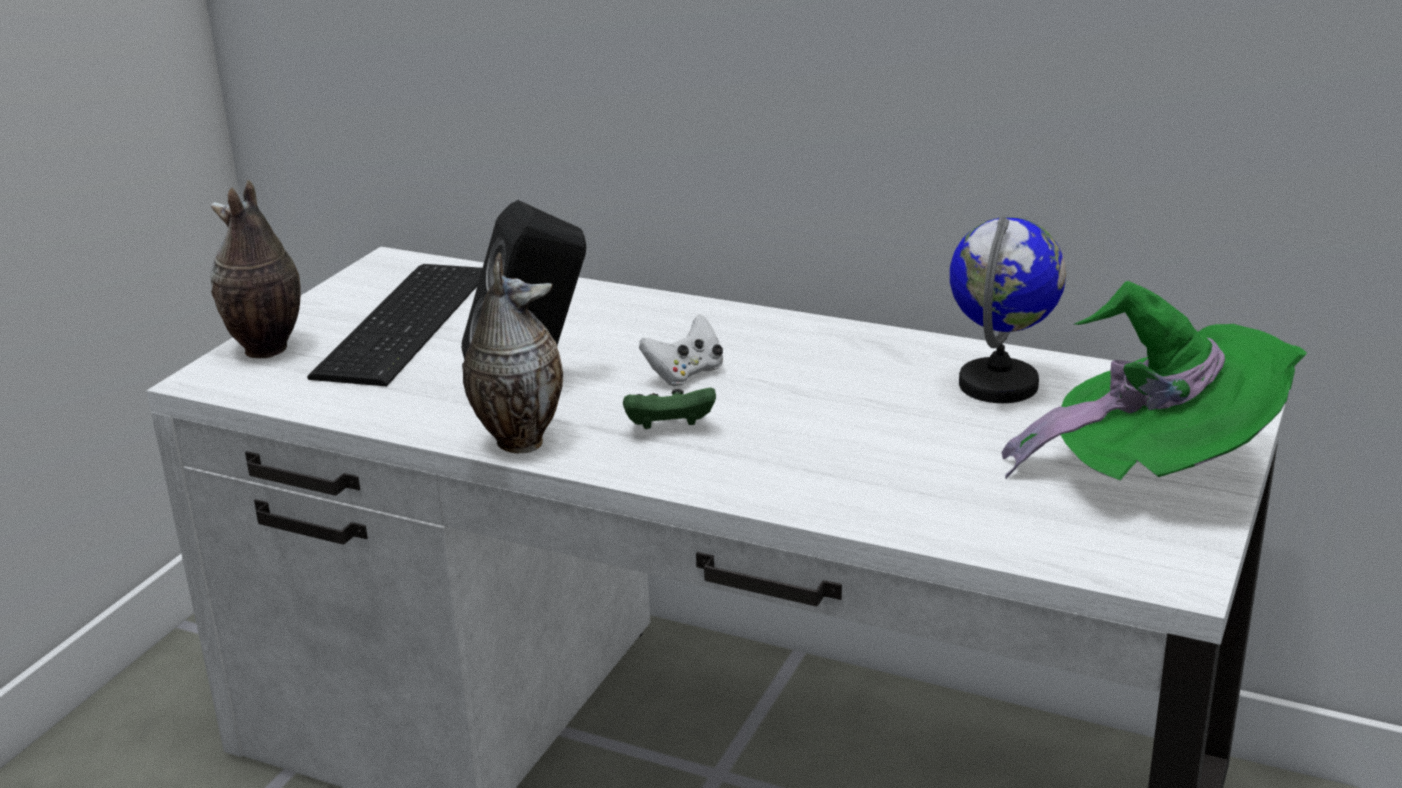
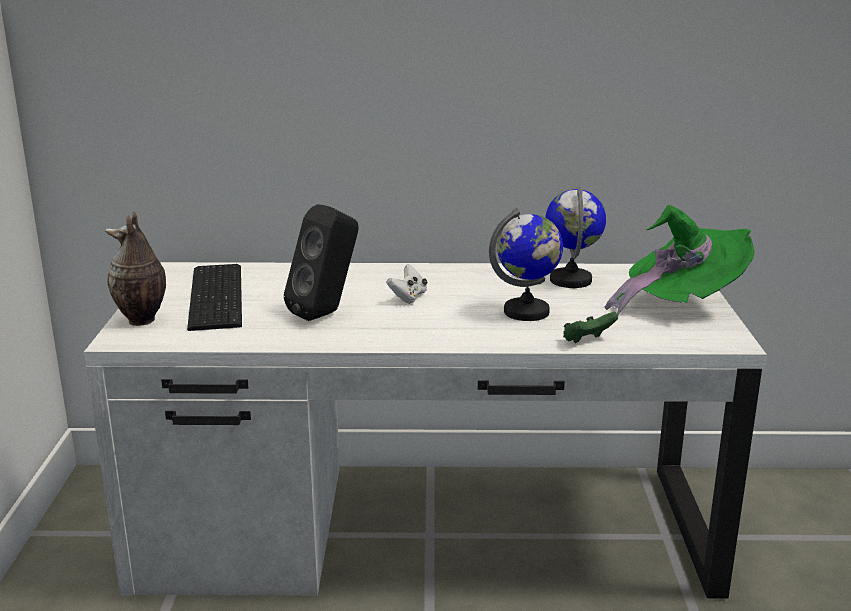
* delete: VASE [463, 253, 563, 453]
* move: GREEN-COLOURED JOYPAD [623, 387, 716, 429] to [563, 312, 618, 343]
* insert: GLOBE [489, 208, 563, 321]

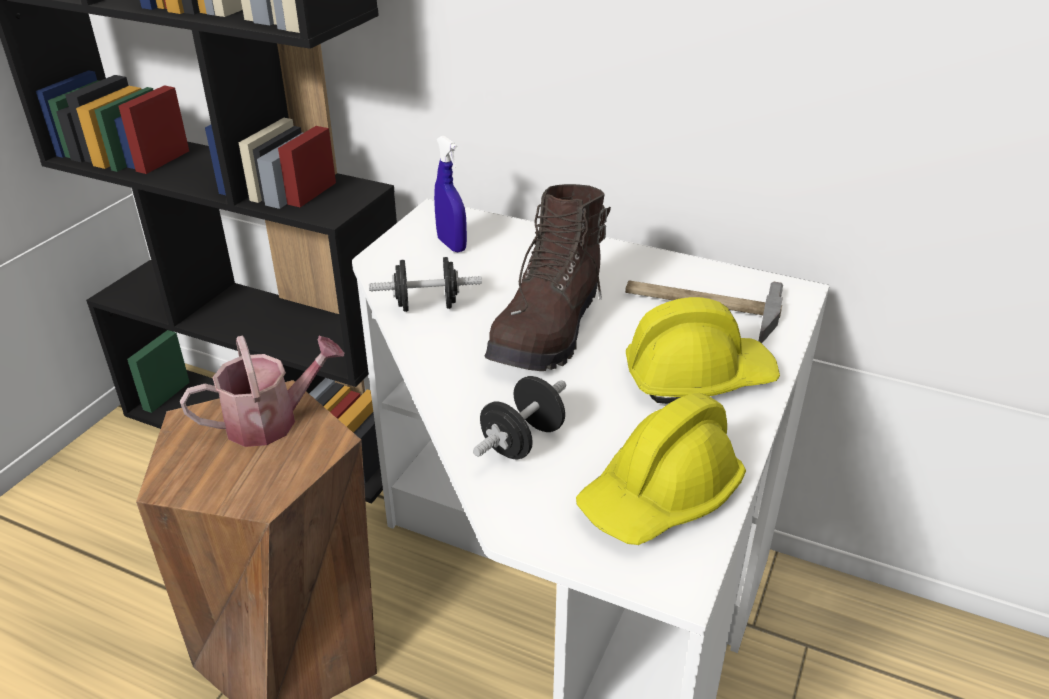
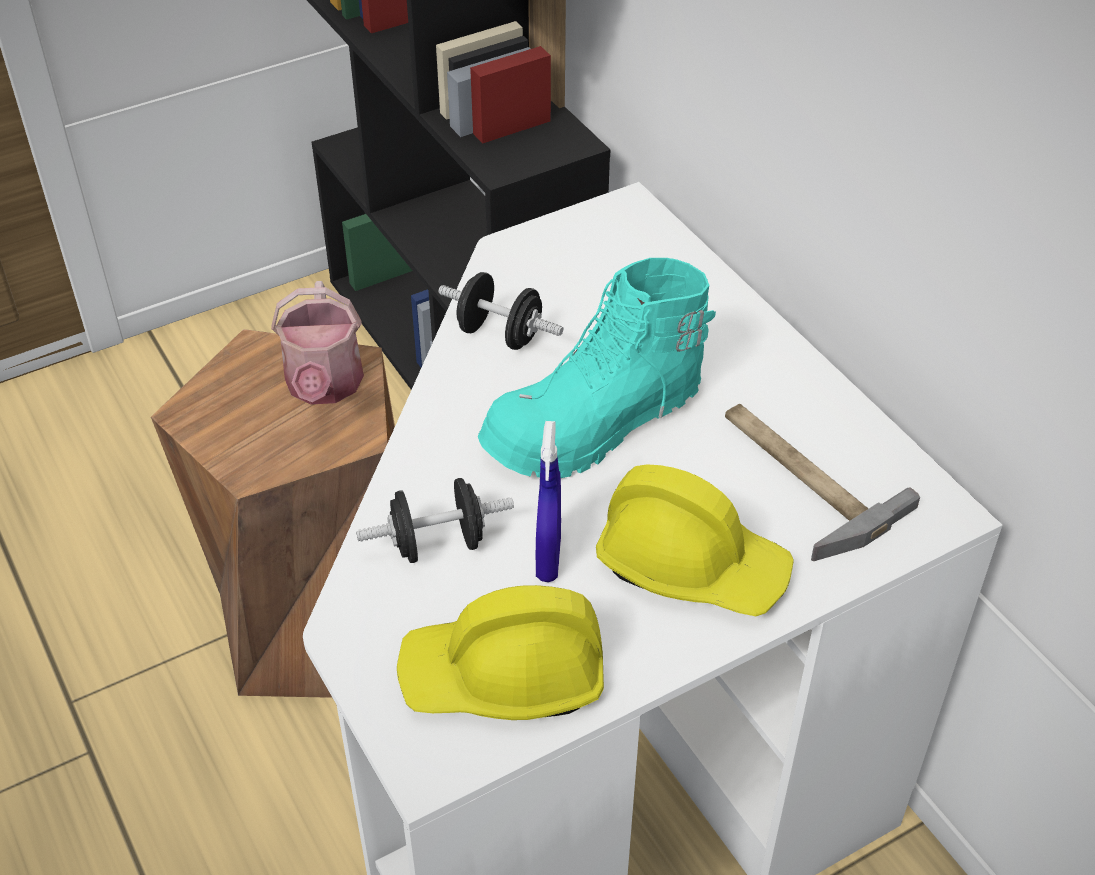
* rotate: WATERING POT [180, 335, 344, 447] = [271, 281, 364, 404] 75 degrees clockwise
* move: BLUE SPRAY BOTTLE [434, 136, 467, 252] to [536, 421, 561, 582]
* recolor: BROWN-COLOURED HIGH-TOP BOOT [485, 184, 611, 371] to BLUE-GREEN HIGH-TOP BOOT [478, 258, 716, 478]

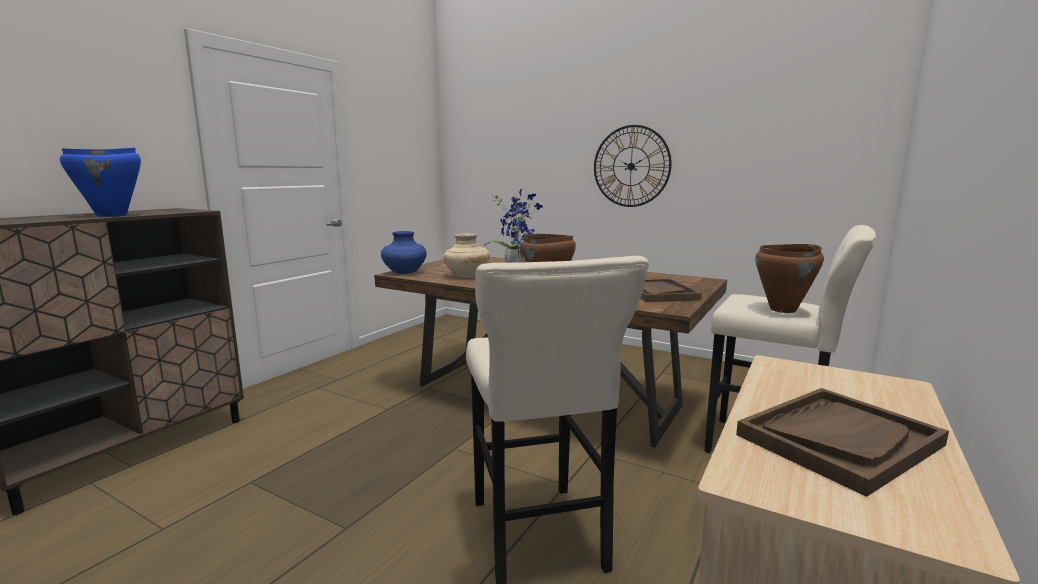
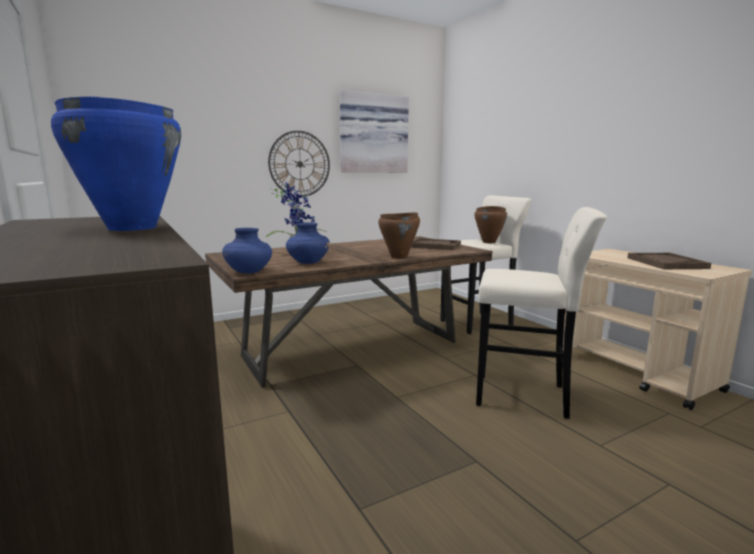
* recolor: BEIGE VASE [443, 233, 490, 278] to BLUE VASE [286, 223, 330, 264]
* insert: PICTURE [340, 90, 409, 172]

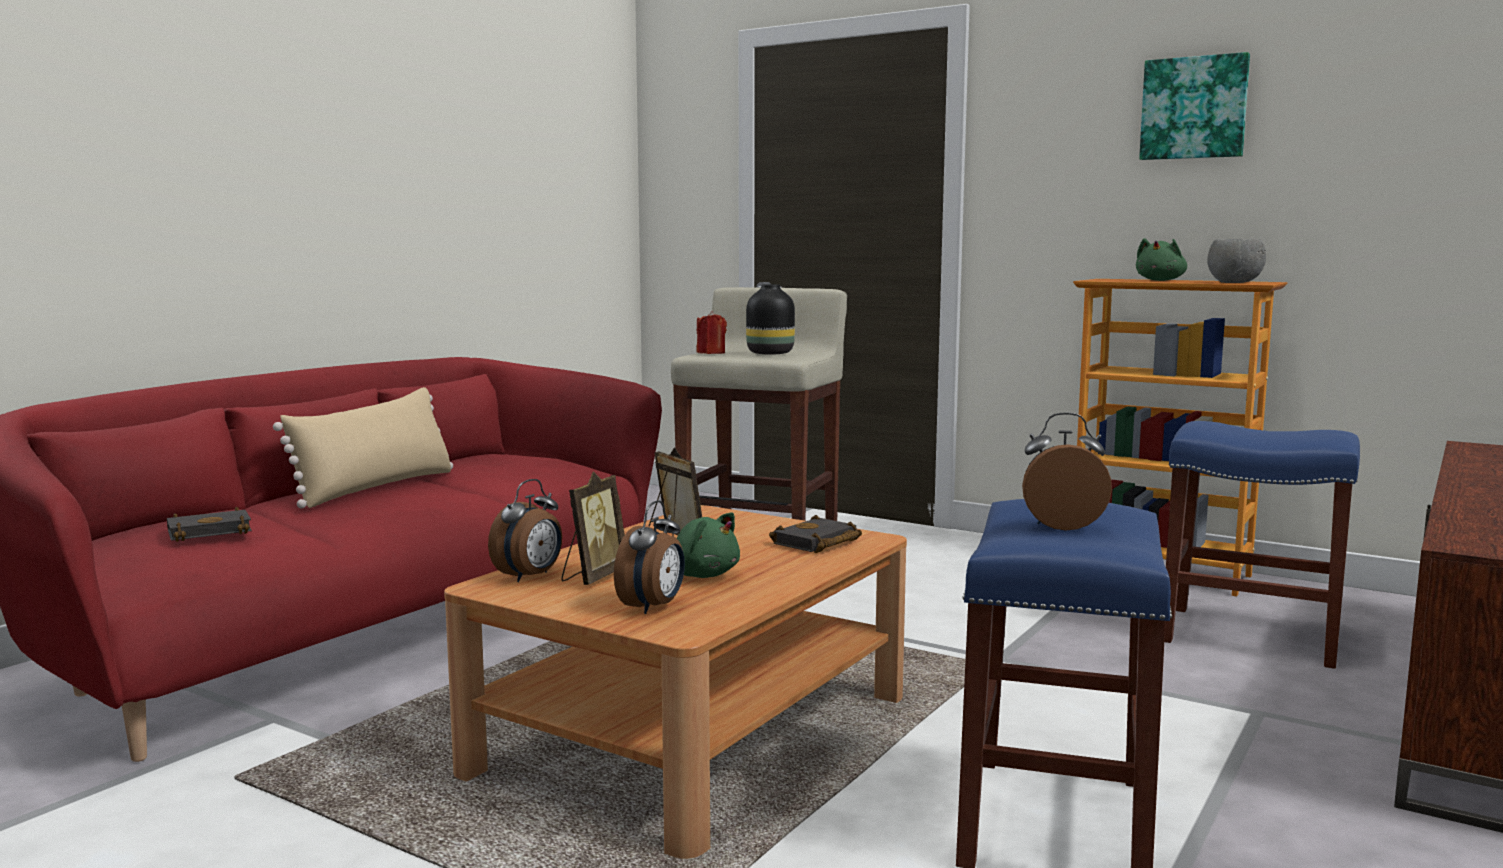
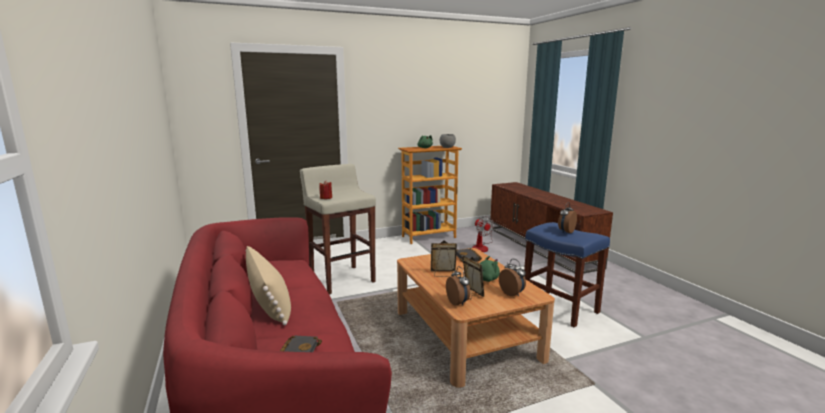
* delete: BLACKISH VASE [746, 284, 795, 355]
* delete: PICTURE [1139, 52, 1250, 160]
* replace: BLUE STOOL SEAT [1164, 421, 1360, 669] to COOLING FAN [472, 216, 494, 252]

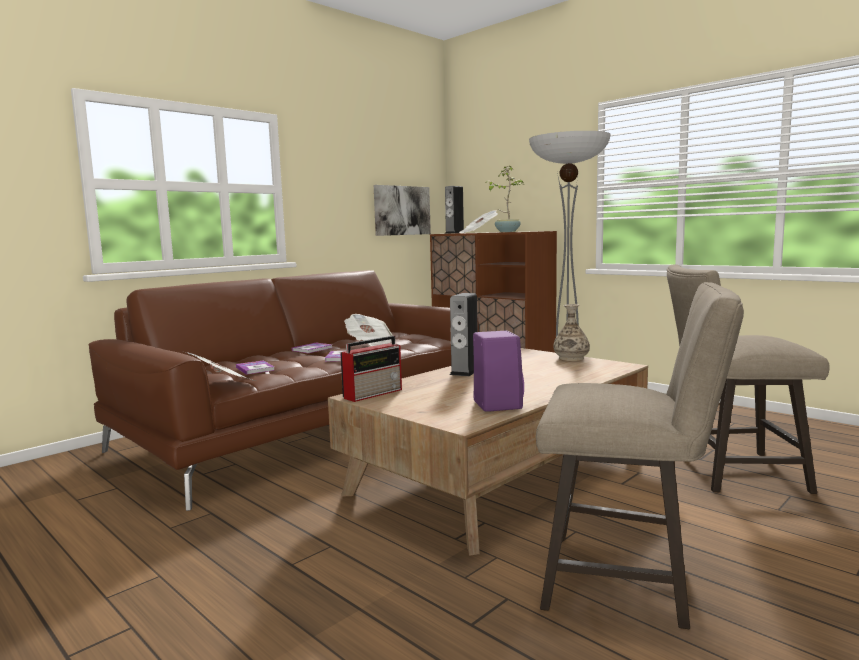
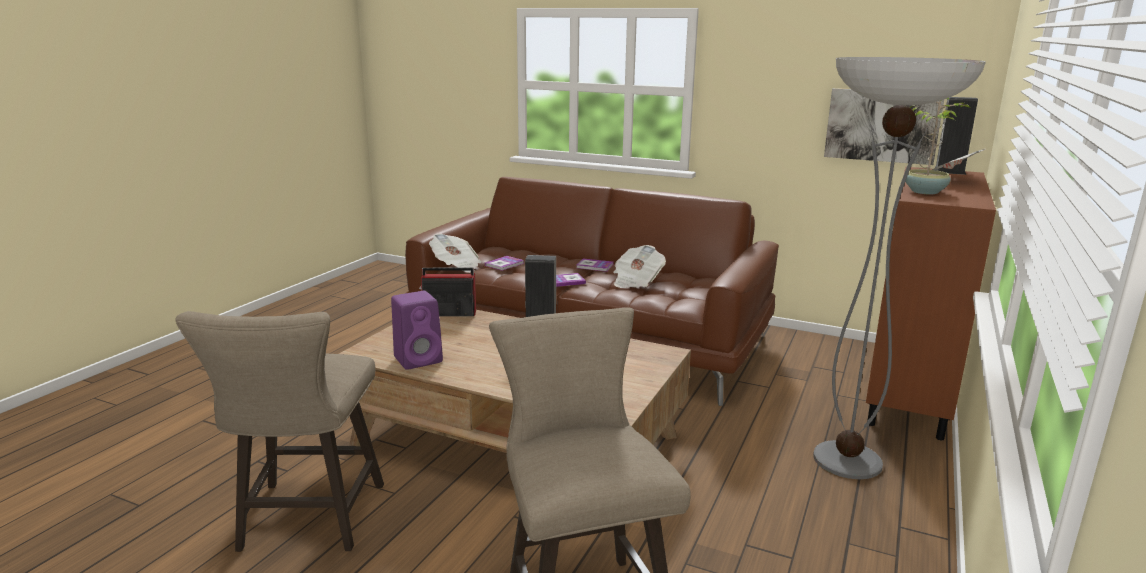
* rotate: RADIO SET [340, 336, 402, 402] = [419, 268, 476, 317] 150 degrees clockwise
* delete: VASE [553, 304, 590, 361]

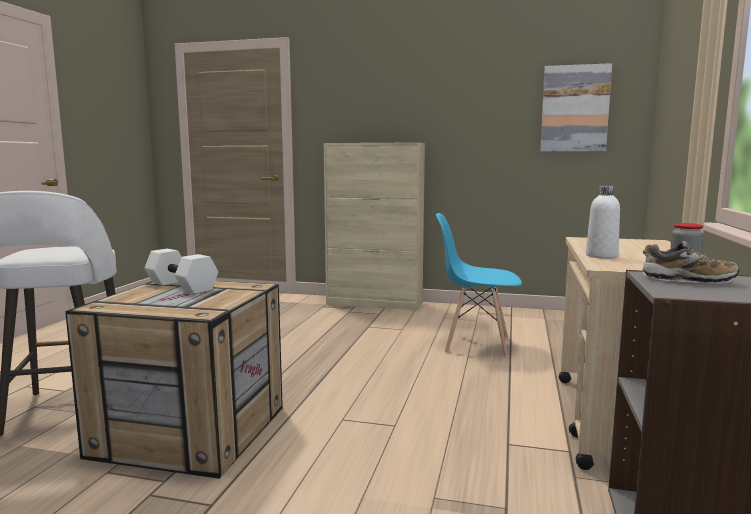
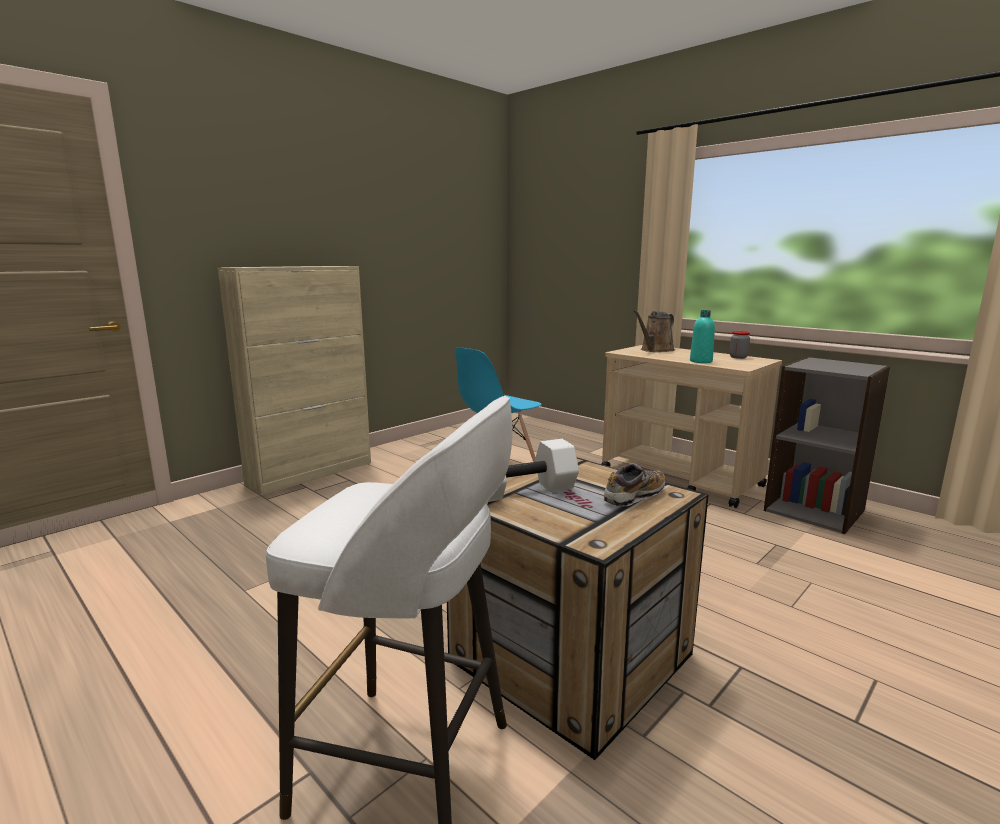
* delete: PICTURE [540, 63, 612, 152]
* recolor: WHITISH BOTTLE [586, 186, 620, 259] to BLUE-GREEN BOTTLE [690, 310, 715, 363]
* move: ITEM OF FOOTWEAR [643, 241, 739, 284] to [603, 463, 665, 506]
* insert: BROWN-COLOURED WATERING POT [633, 310, 675, 352]

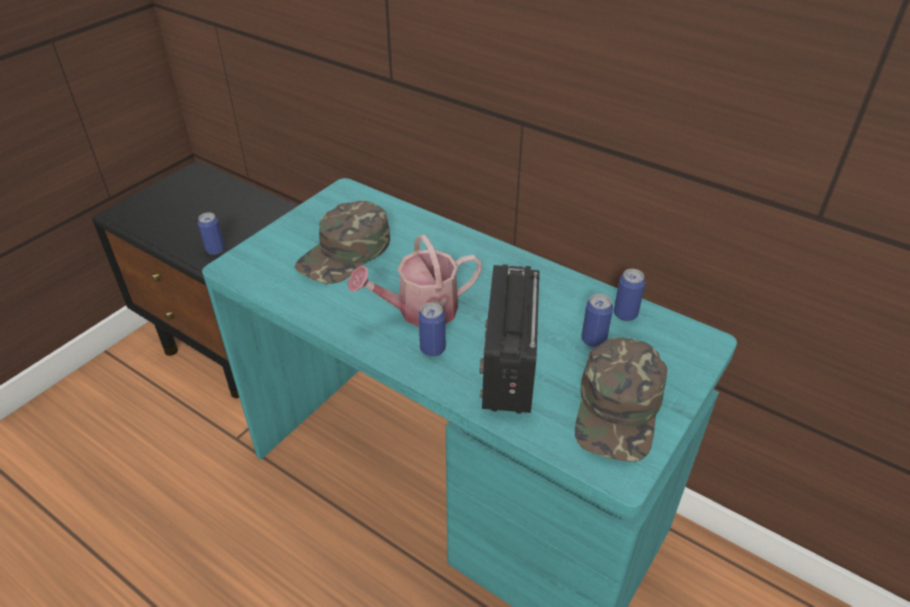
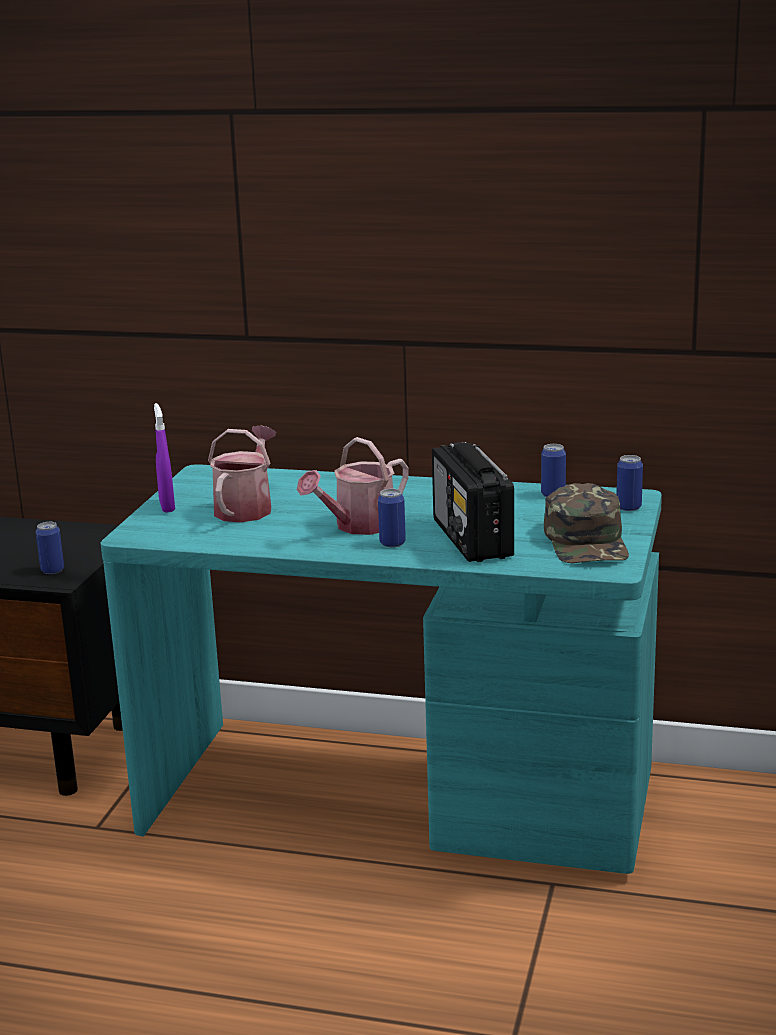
* replace: GREEN-COLOURED BASEBALL CAP [295, 200, 390, 284] to WATERING POT [208, 425, 276, 523]
* move: CAN [581, 294, 613, 348] to [617, 455, 643, 511]
* insert: PURPLE SPRAY BOTTLE [154, 403, 175, 513]

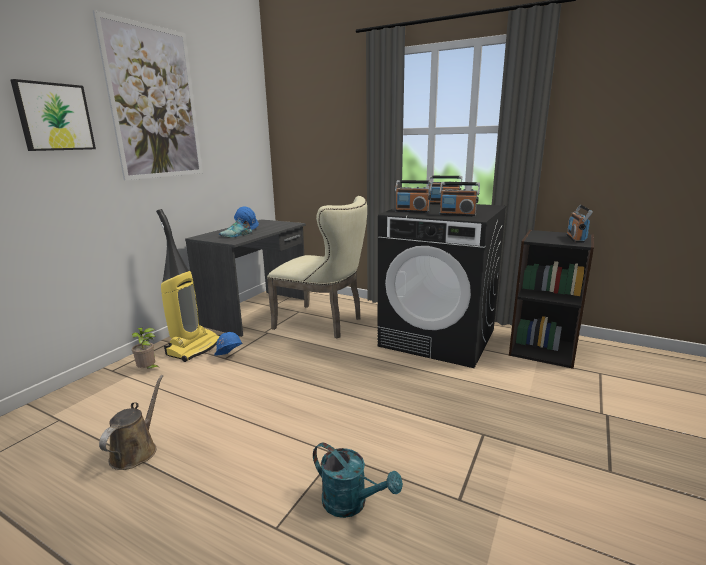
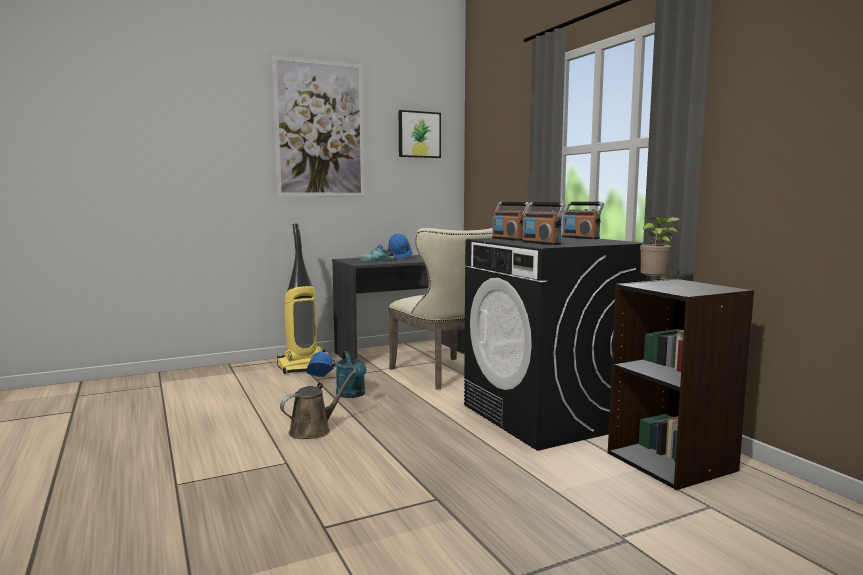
* move: PICTURE [10, 79, 96, 151] to [399, 110, 441, 158]
* move: BROWN-COLOURED WATERING POT [99, 375, 164, 470] to [280, 370, 356, 439]
* move: HOUSEPLANT [132, 328, 160, 369] to [640, 217, 680, 284]
* move: BLUE-GREEN WATERING POT [313, 442, 403, 518] to [336, 351, 366, 398]
* delete: RADIO SET [566, 205, 593, 243]

